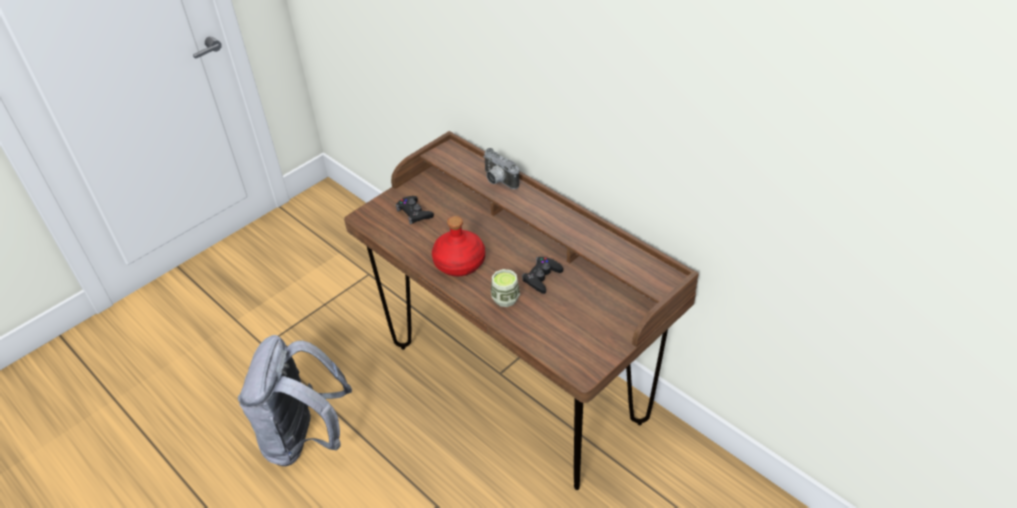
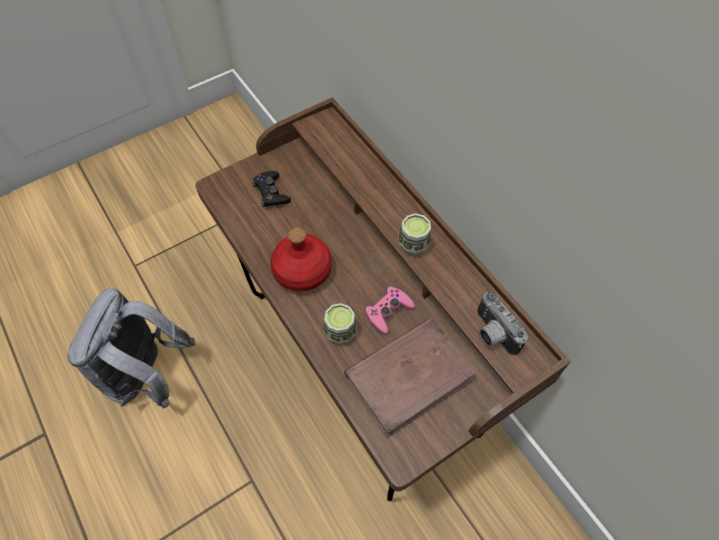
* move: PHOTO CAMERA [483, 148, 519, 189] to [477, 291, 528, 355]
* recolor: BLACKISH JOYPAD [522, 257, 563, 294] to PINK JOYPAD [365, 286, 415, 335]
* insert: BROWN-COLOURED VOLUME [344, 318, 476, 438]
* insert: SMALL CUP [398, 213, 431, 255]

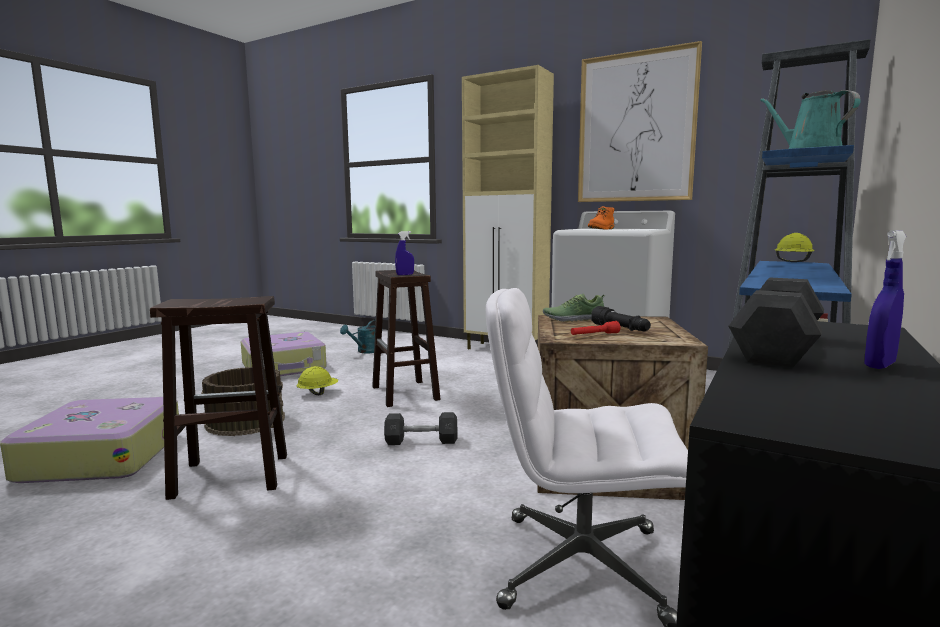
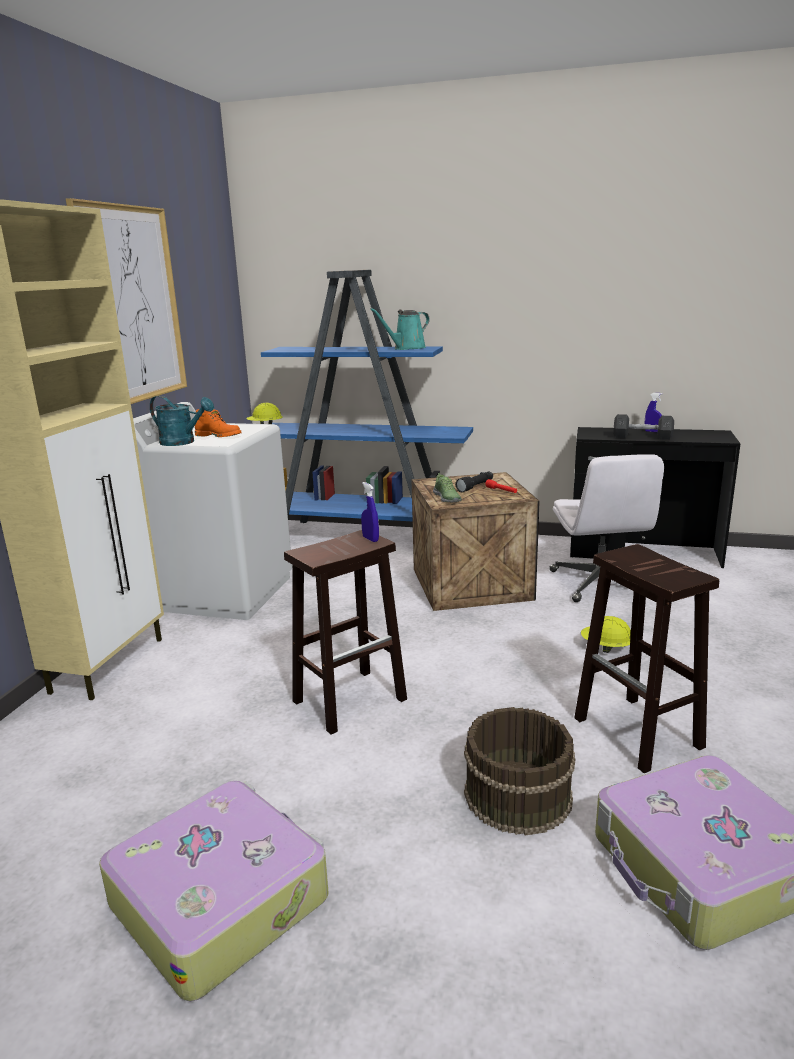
* move: YELLOW WORK HELMET [297, 366, 338, 395] to [581, 616, 631, 653]
* move: BLUE-GREEN WATERING POT [340, 320, 375, 353] to [150, 396, 214, 446]
* delete: GREYISH FREE WEIGHT [384, 412, 457, 445]

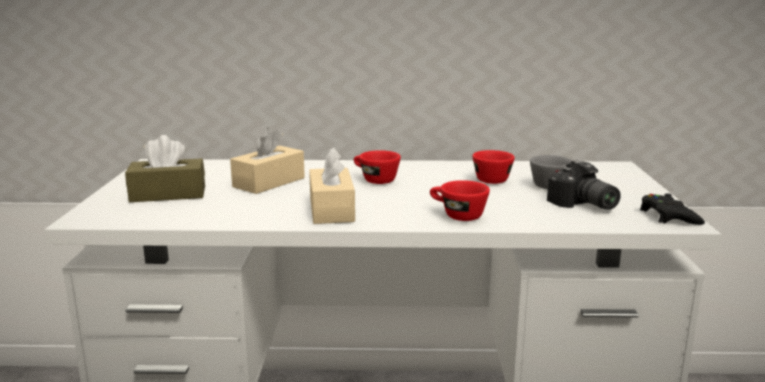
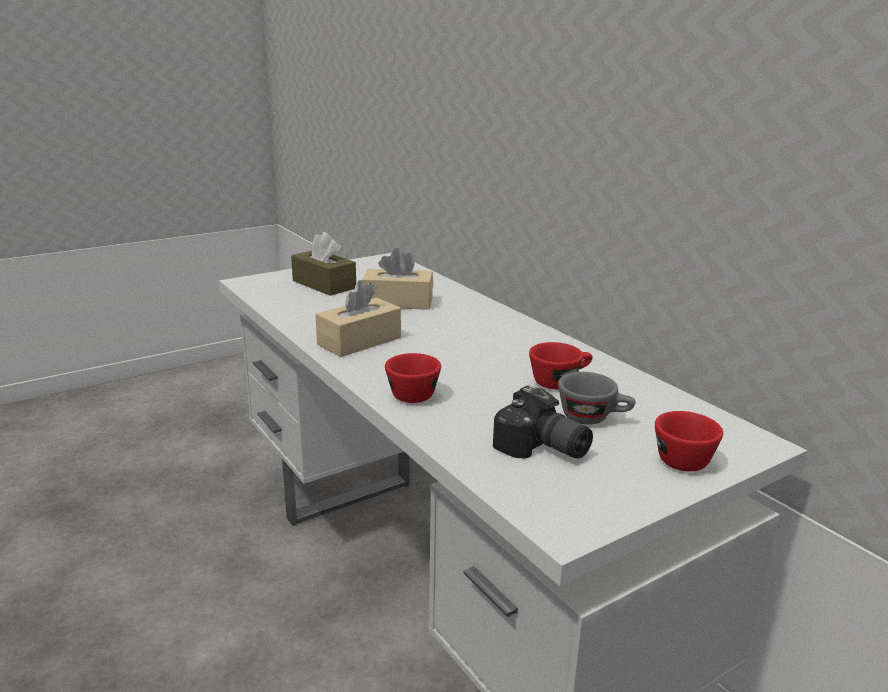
* move: RED-COLOURED SMALL CUP [354, 150, 401, 184] to [655, 411, 723, 472]
* rotate: PHOTO CAMERA [547, 160, 621, 210] = [493, 385, 593, 459] 75 degrees counterclockwise
* delete: BLACKISH JOYPAD [640, 193, 705, 225]

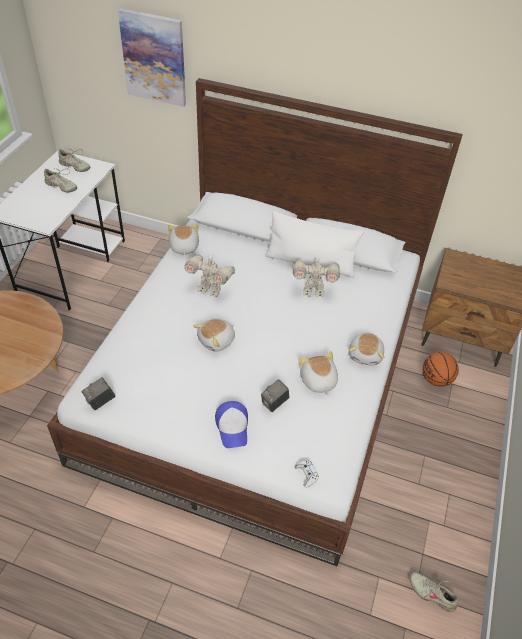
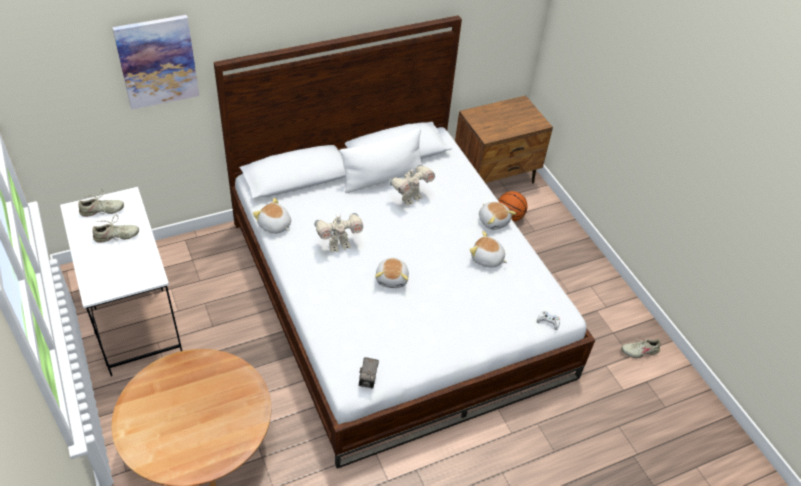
* delete: BASEBALL CAP [215, 401, 248, 448]
* delete: PHOTO CAMERA [261, 379, 289, 412]

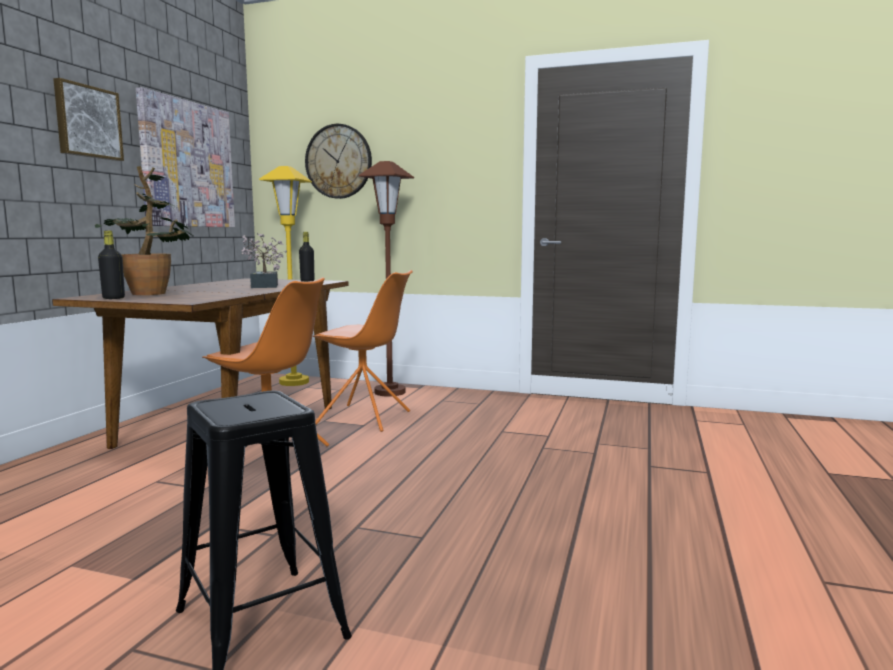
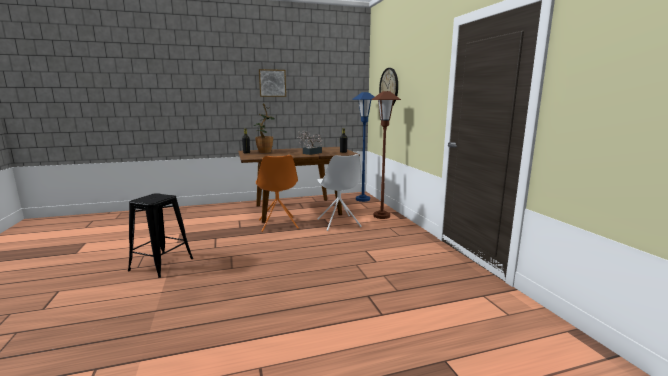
* delete: PICTURE [136, 87, 235, 227]
* recolor: YELLOW STANDING LAMP [259, 166, 312, 386] to BLUE STANDING LAMP [352, 92, 375, 202]
* recolor: ORANGE PLAIN CHAIR [313, 270, 413, 432] to WHITISH PLAIN CHAIR [318, 154, 362, 231]

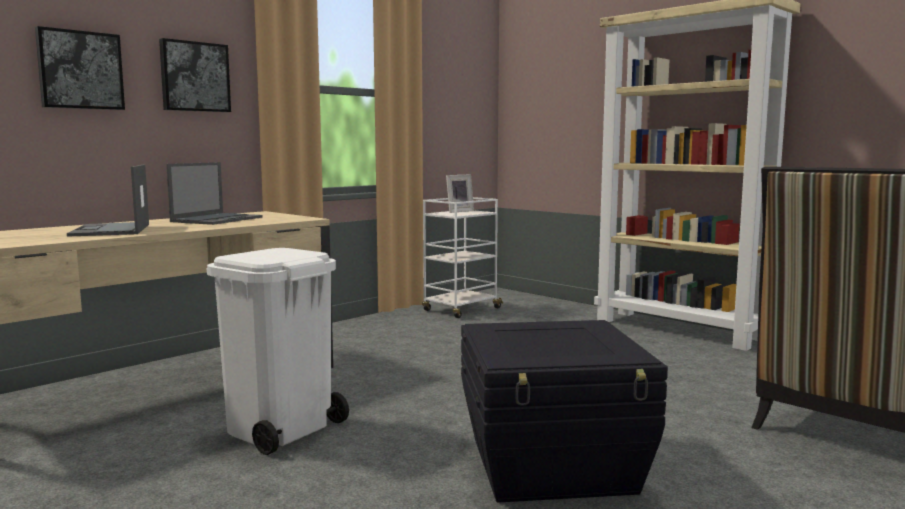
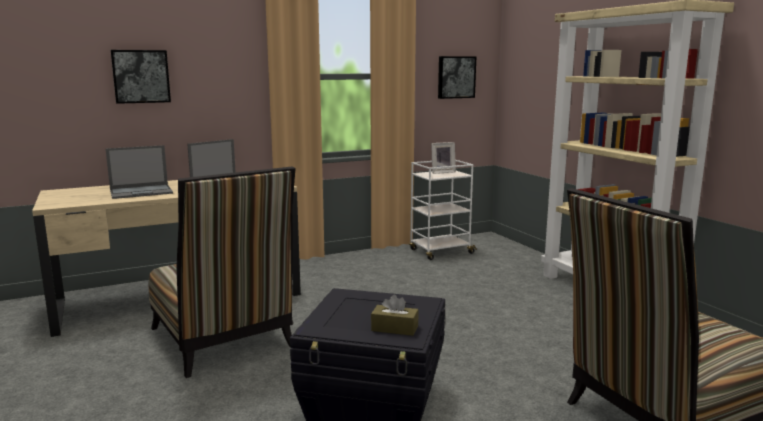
* rotate: PORTABLE COMPUTER [67, 165, 149, 237] = [106, 145, 173, 199] 120 degrees counterclockwise
* move: PICTURE [159, 38, 231, 112] to [438, 56, 476, 99]
* replace: WHITISH WASTE BIN [206, 248, 349, 455] to PLAIN CHAIR [148, 167, 296, 378]
* insert: BROWN-COLOURED BOX OF TISSUES [371, 294, 418, 336]

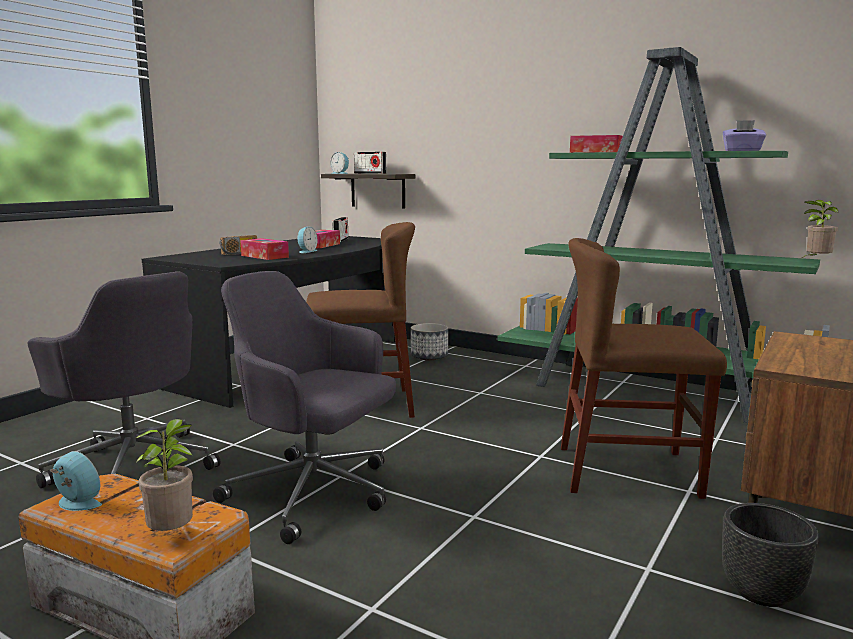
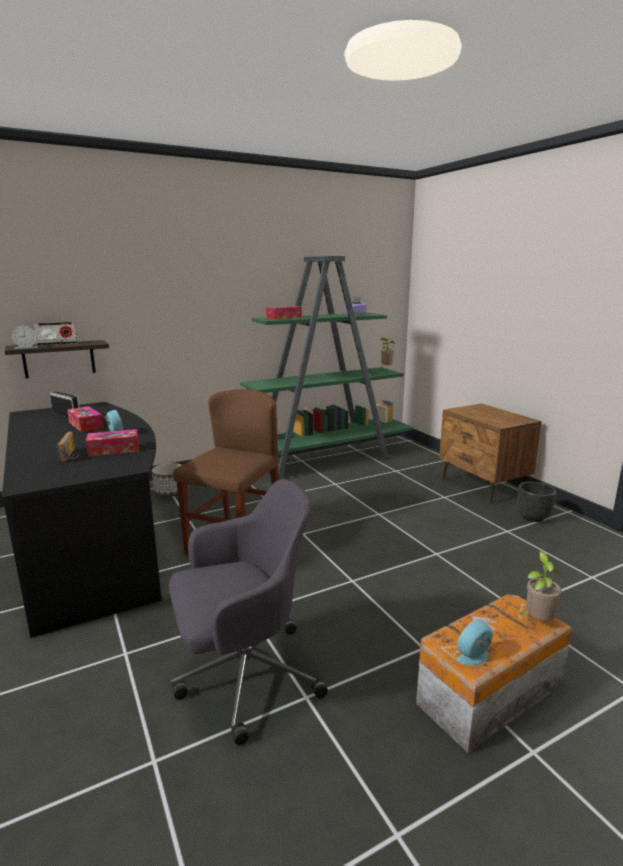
* delete: GREYISH OFFICE CHAIR [213, 271, 396, 544]
* delete: BROWN-COLOURED PLAIN CHAIR [561, 238, 727, 499]

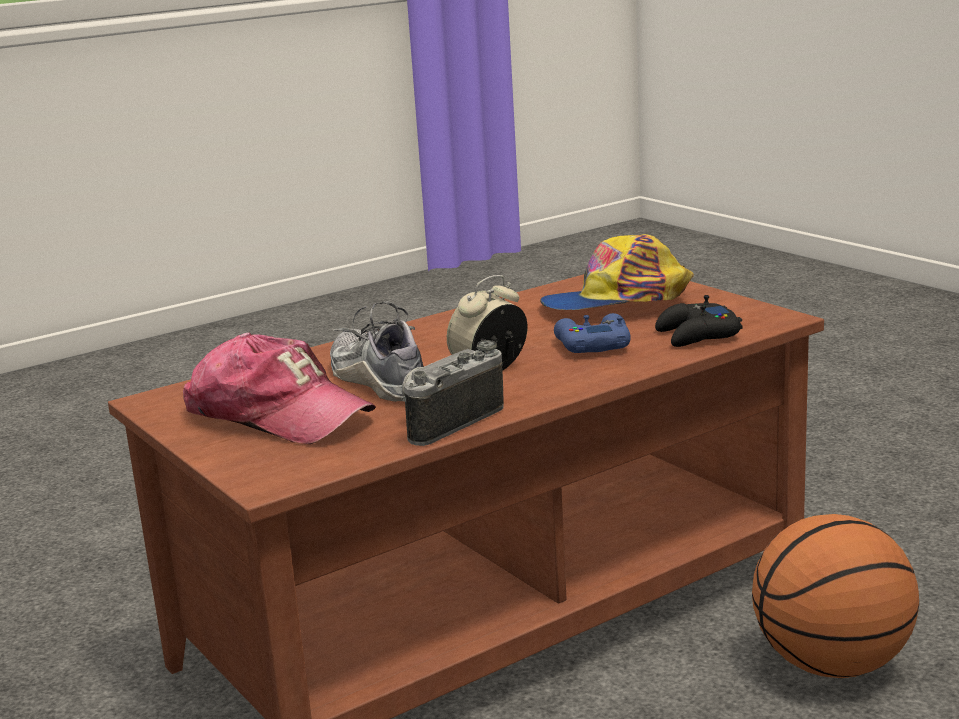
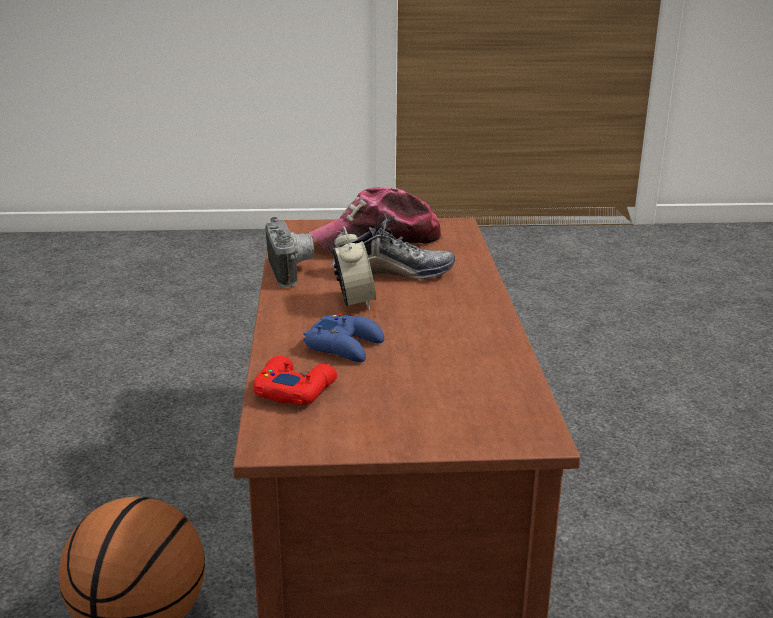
* delete: BASEBALL CAP [540, 234, 694, 310]
* recolor: BLACKISH JOYPAD [655, 295, 742, 347] to RED-COLOURED JOYPAD [253, 356, 337, 405]

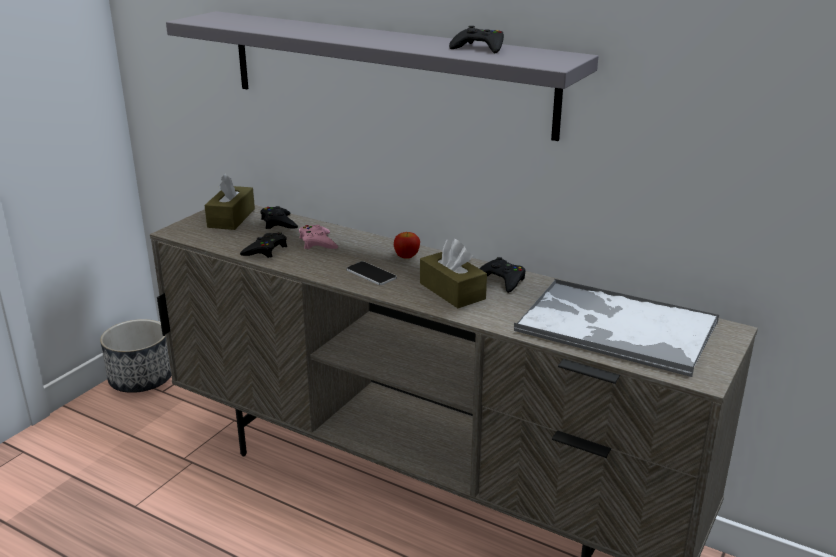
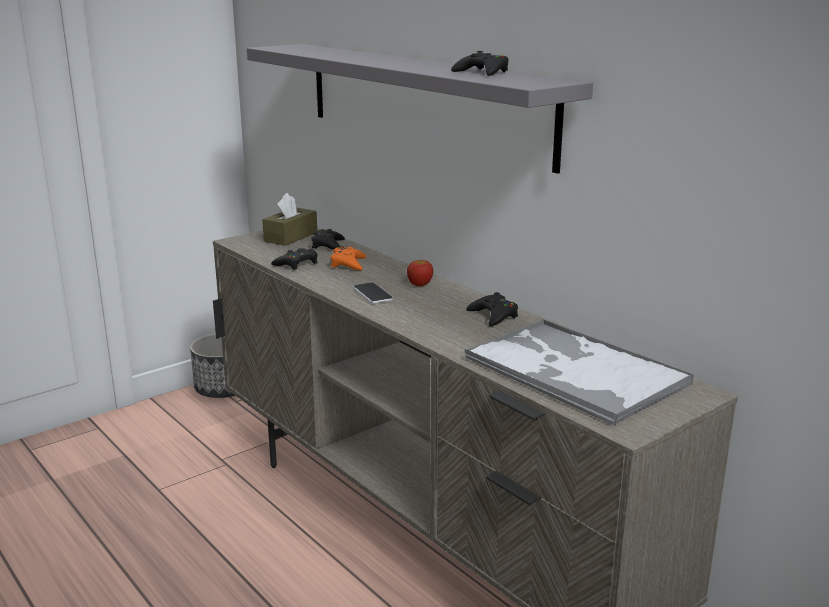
* recolor: PINK JOYPAD [299, 225, 338, 249] to ORANGE JOYPAD [331, 246, 366, 270]
* delete: BROWN-COLOURED BOX OF TISSUES [420, 239, 487, 308]

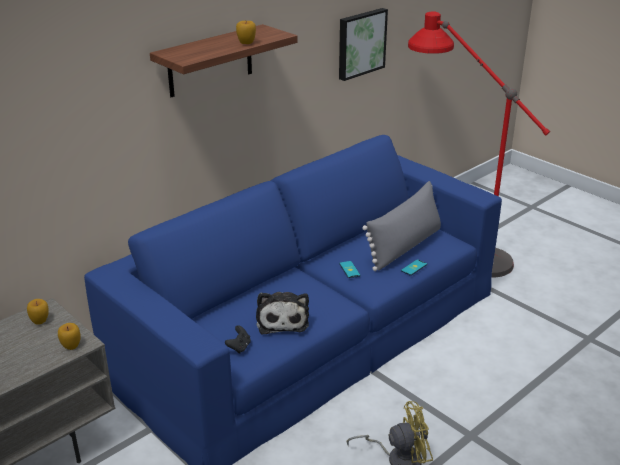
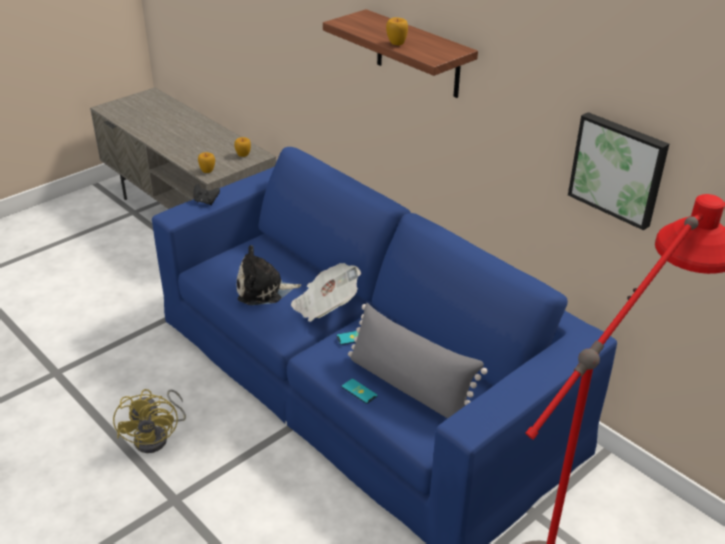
* move: BLACKISH JOYPAD [225, 325, 251, 354] to [193, 184, 220, 205]
* insert: NEWSPAPER [291, 263, 361, 322]

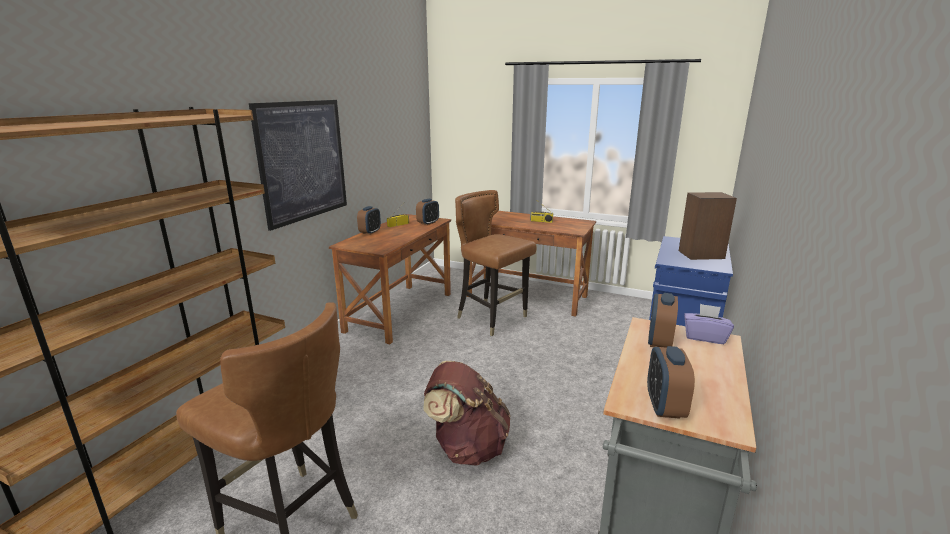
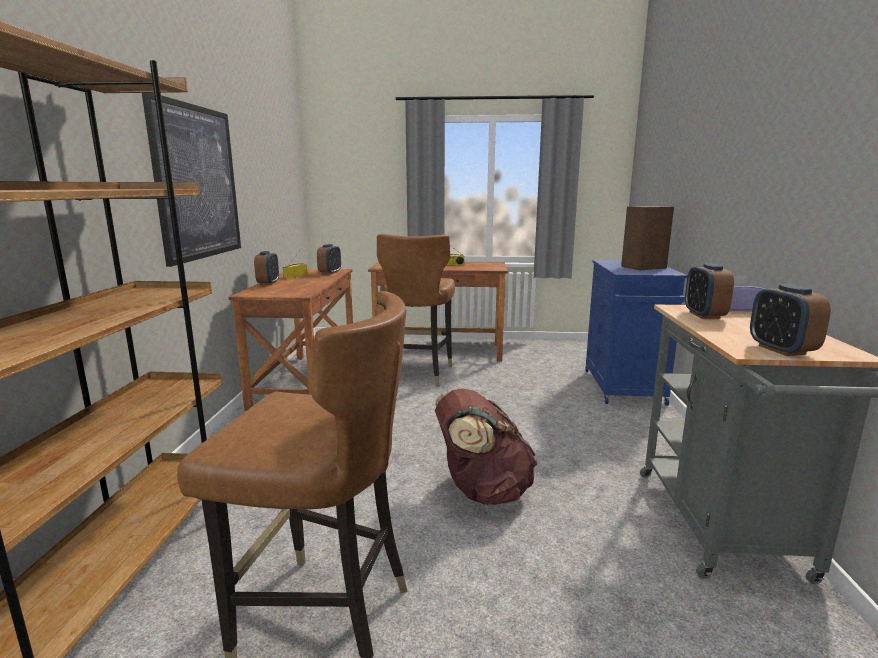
* rotate: BROWN-COLOURED PLAIN CHAIR [455, 190, 536, 336] = [377, 234, 455, 387] 105 degrees counterclockwise

